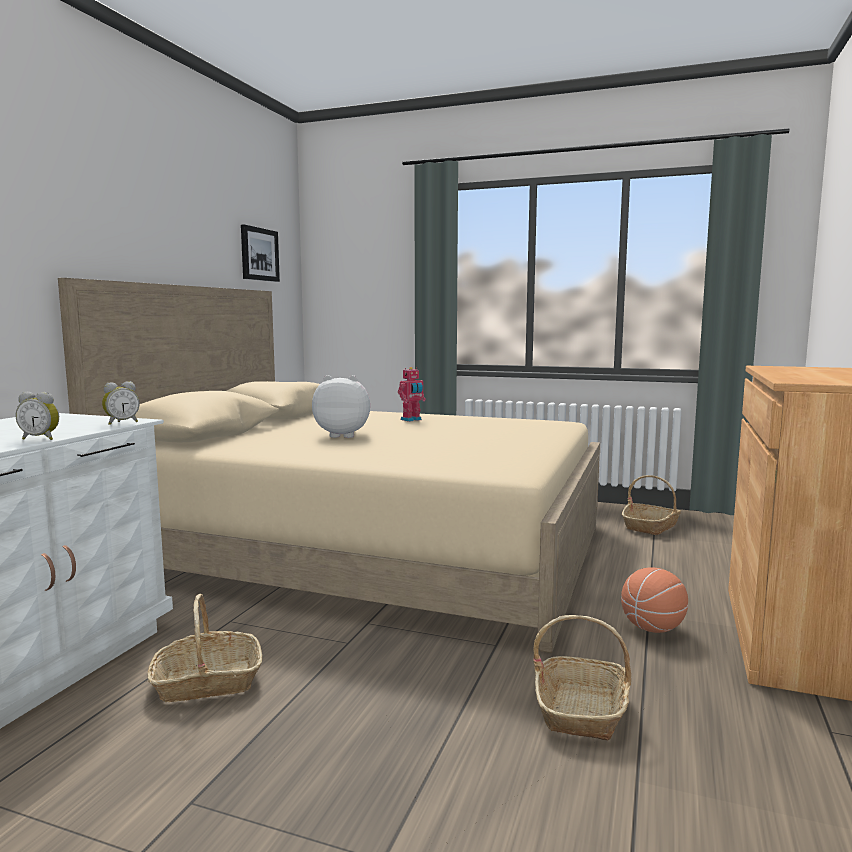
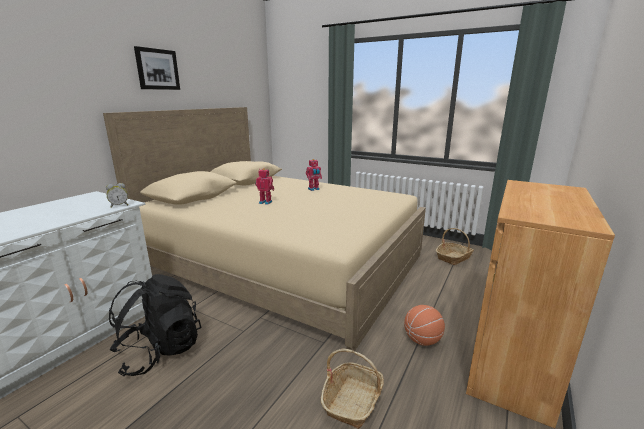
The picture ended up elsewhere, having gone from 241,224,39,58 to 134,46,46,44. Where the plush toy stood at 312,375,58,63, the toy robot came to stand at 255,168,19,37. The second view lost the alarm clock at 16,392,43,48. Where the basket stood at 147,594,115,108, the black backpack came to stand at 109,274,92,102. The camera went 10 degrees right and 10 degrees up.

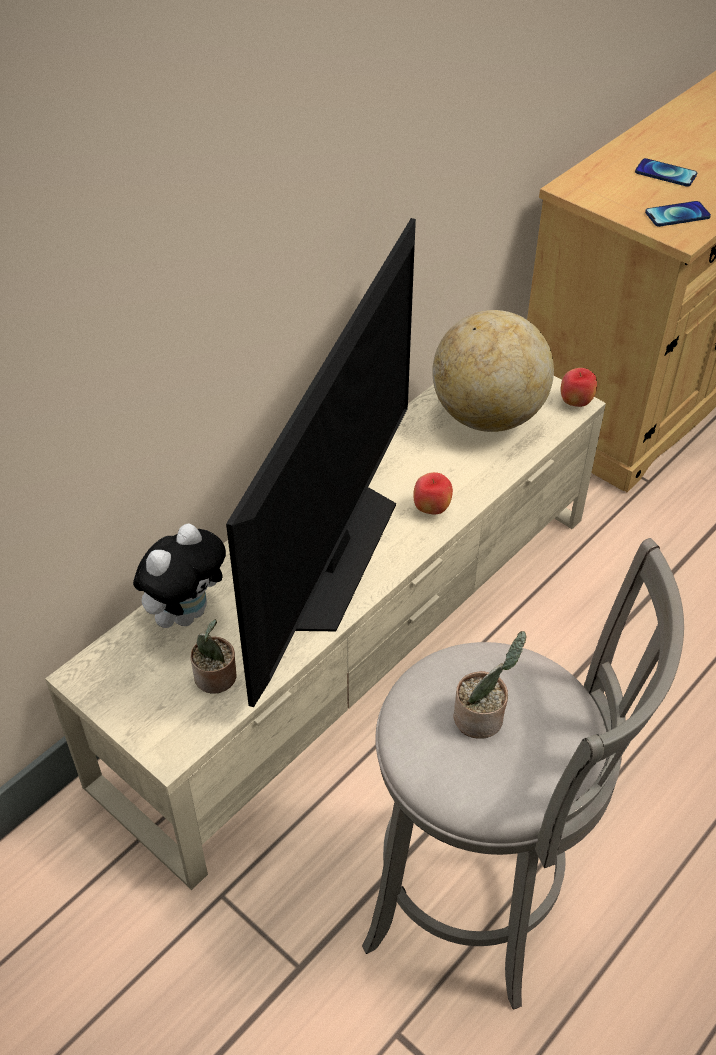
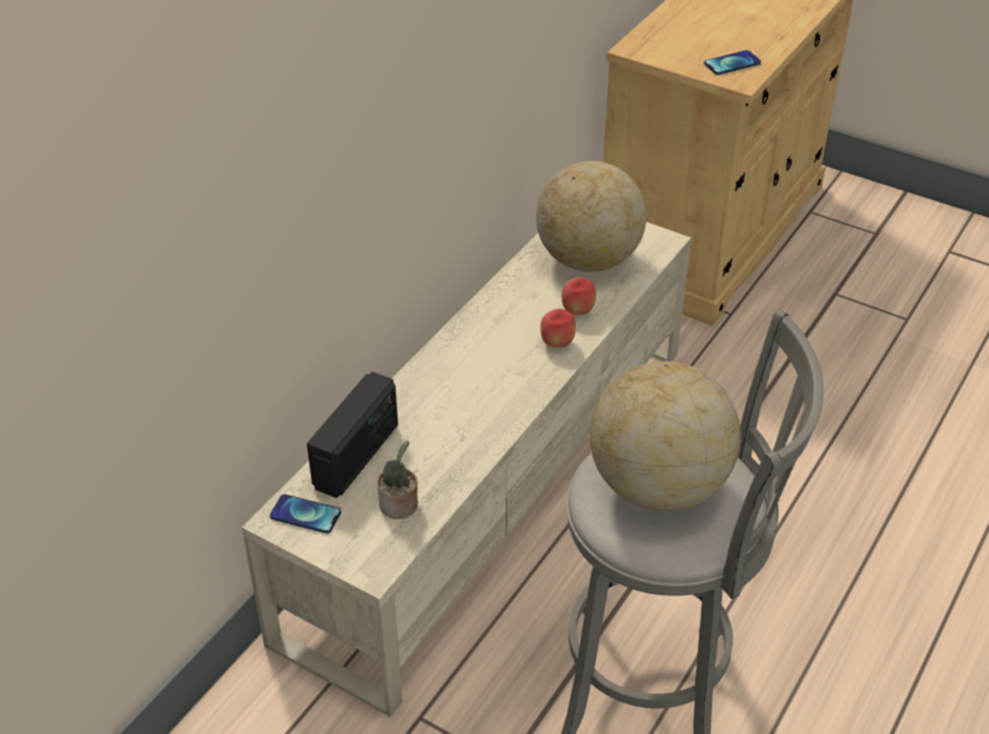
The phone ended up elsewhere, having gone from 635,158,62,29 to 270,494,71,39. The second view lost the television at 226,218,190,489. The apple ended up elsewhere, having gone from 561,368,36,39 to 562,277,34,38. Where the plush toy stood at 133,523,93,105, the radio came to stand at 307,372,91,126. Where the potted plant stood at 454,631,72,108, the globe came to stand at 589,361,152,150. The camera went 10 degrees left and 5 degrees down.

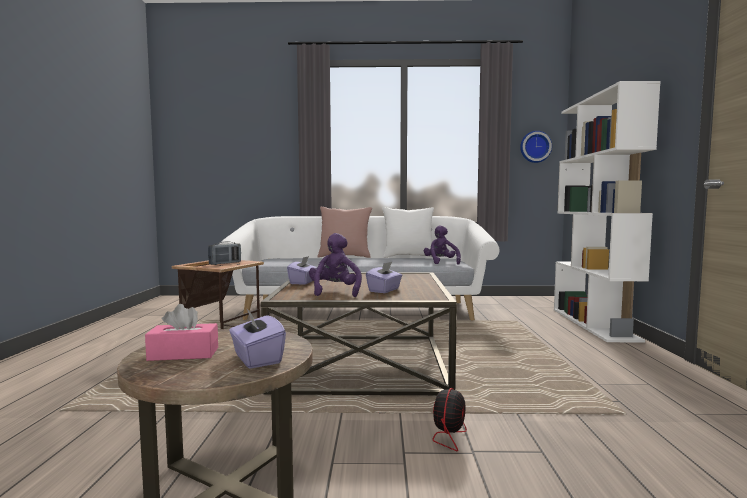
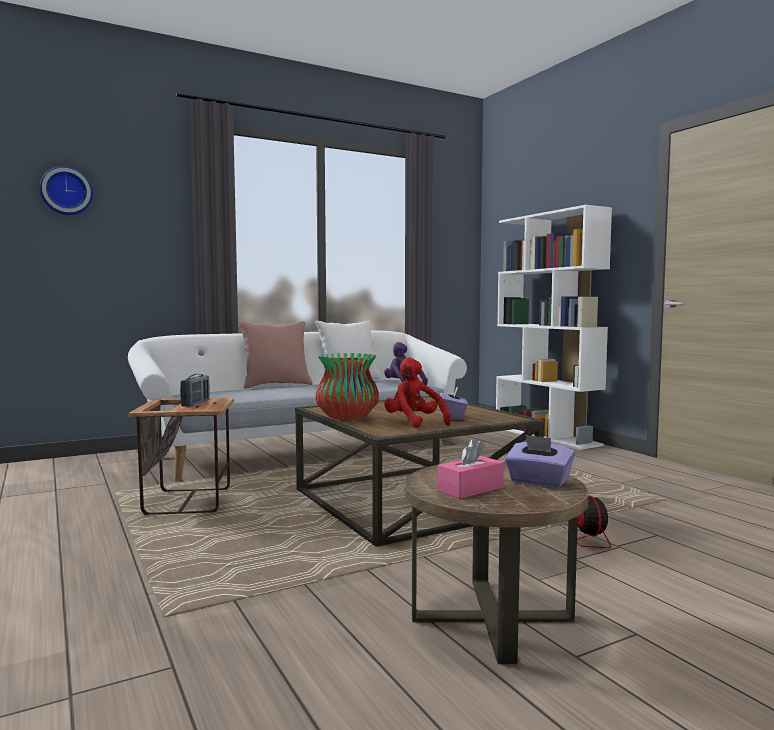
The wall clock ended up elsewhere, having gone from 520,131,32,32 to 39,166,54,49. What was the purple plush toy at 309,233,53,64 turned into the red plush toy at 384,357,67,71. Where the purple tissue box stood at 287,256,30,29, the vase came to stand at 316,353,63,66. The camera went 30 degrees left and 0 degrees up.

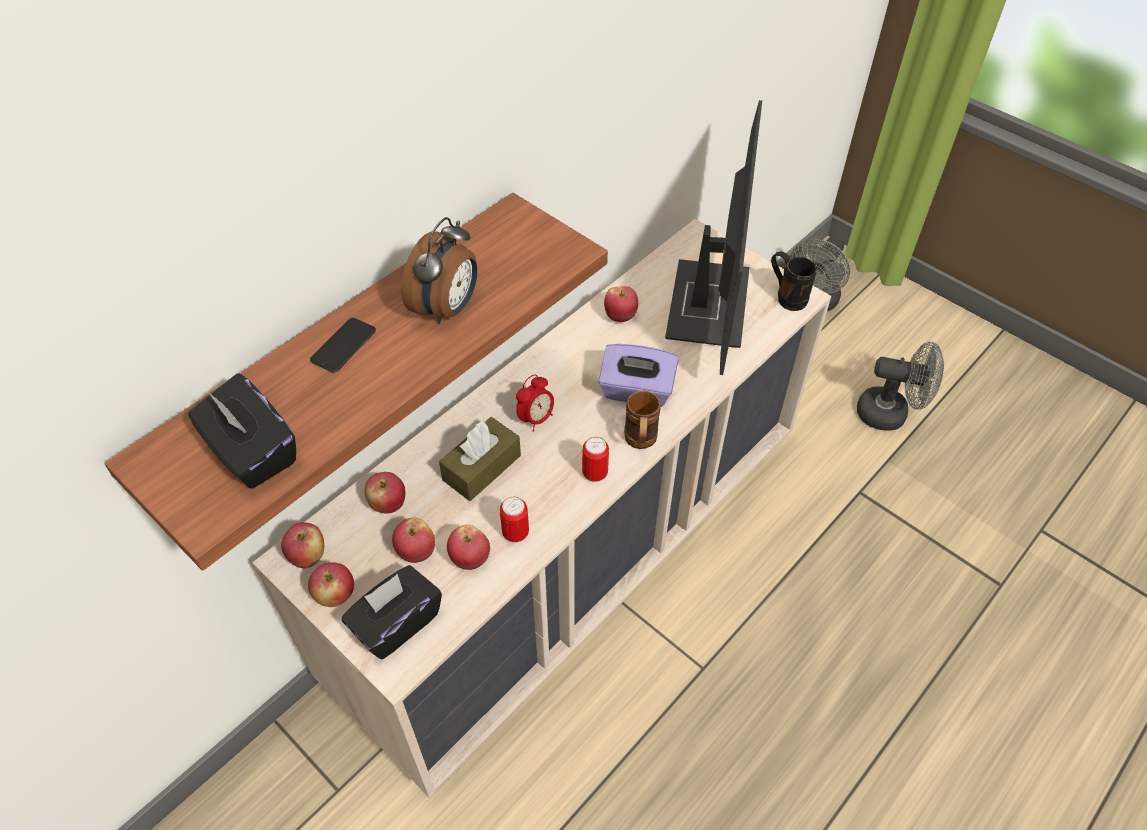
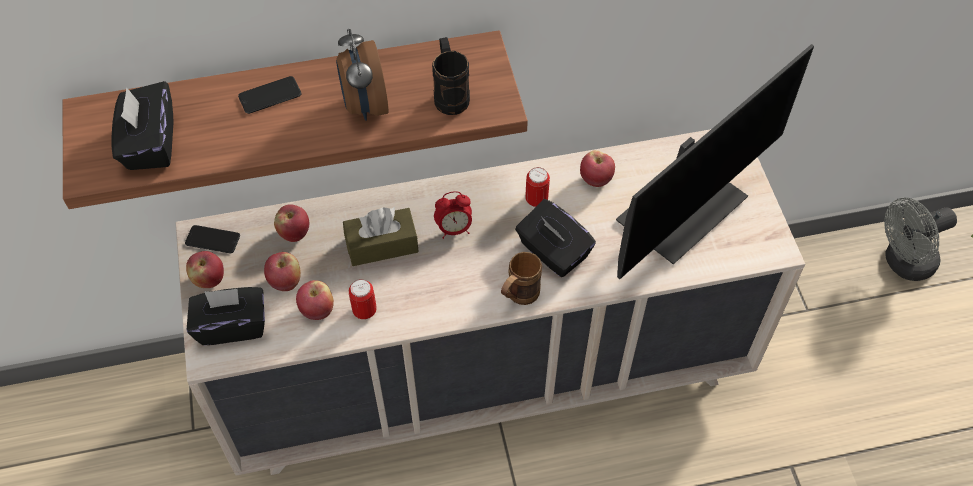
The alarm clock at 401,217,76,107 ended up facing another way, 105 degrees clockwise from before. The black mug ended up elsewhere, having gone from 771,251,45,60 to 432,37,38,78. The second view lost the grey fan at 857,342,87,89. What was the purple tissue box at 599,344,79,63 turned into the black tissue box at 515,199,81,78. The can ended up elsewhere, having gone from 582,437,27,45 to 525,167,25,40. Where the apple stood at 281,522,43,46, the phone came to stand at 185,225,55,28. The camera went 35 degrees right and 5 degrees up.

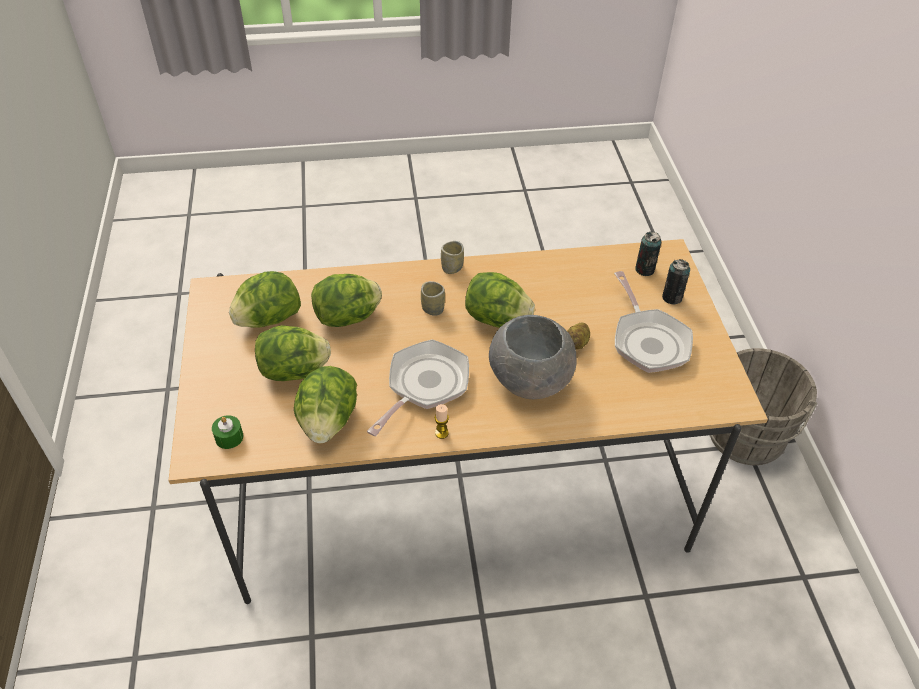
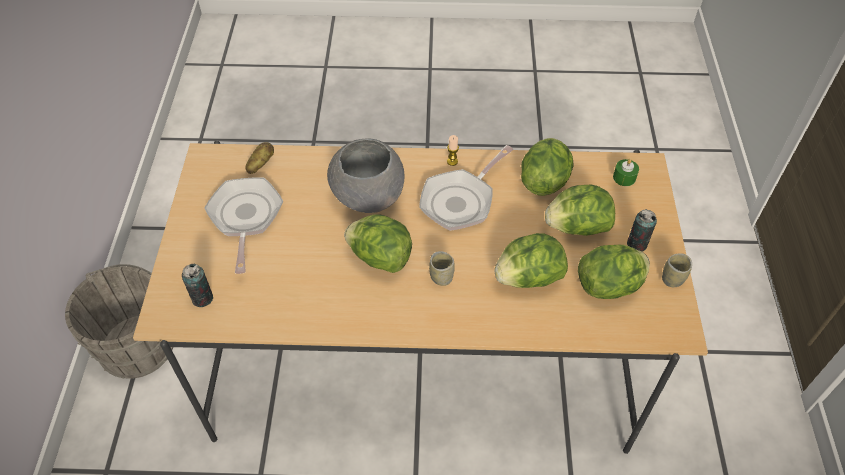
The cup ended up elsewhere, having gone from 441,241,23,33 to 662,253,30,34. The can ended up elsewhere, having gone from 662,259,28,46 to 627,209,30,43. The potato ended up elsewhere, having gone from 567,323,23,27 to 245,142,29,32. The camera went 170 degrees left and 5 degrees up.

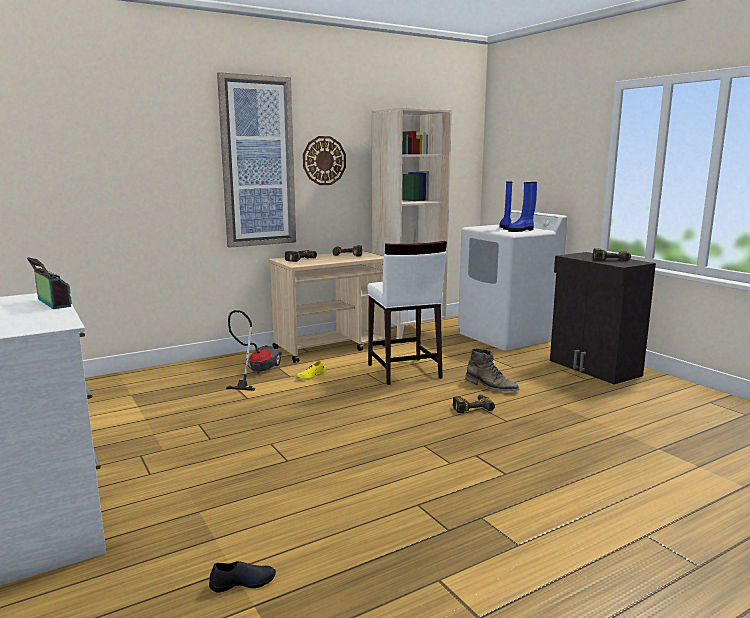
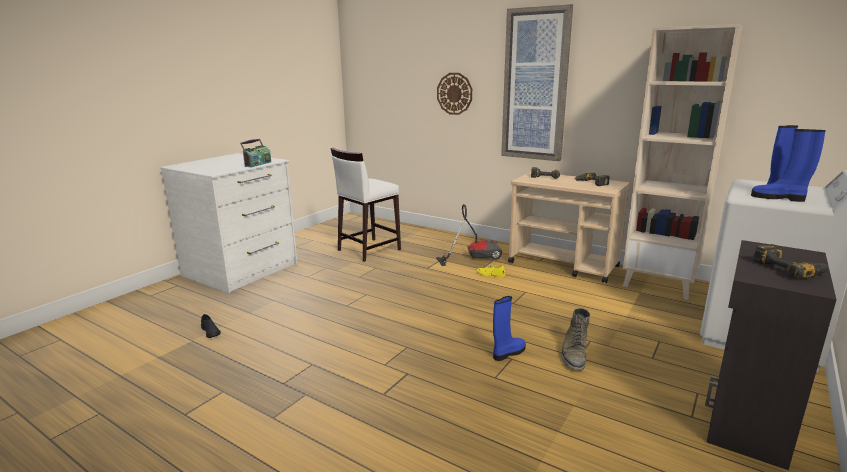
The wall clock ended up elsewhere, having gone from 303,136,43,49 to 437,73,35,42. The white stool ended up elsewhere, having gone from 367,241,80,144 to 330,148,71,114. Where the power drill stood at 453,395,42,18, the blue boot came to stand at 493,296,33,65. The camera went 65 degrees right and 5 degrees up.

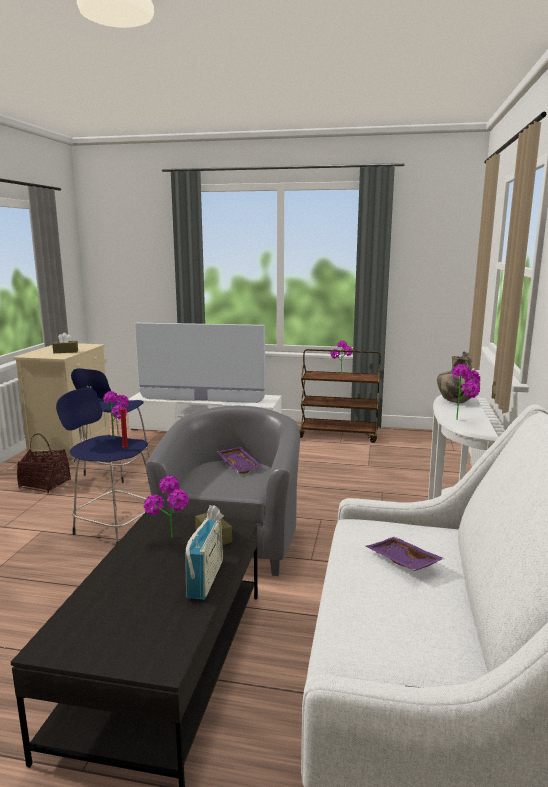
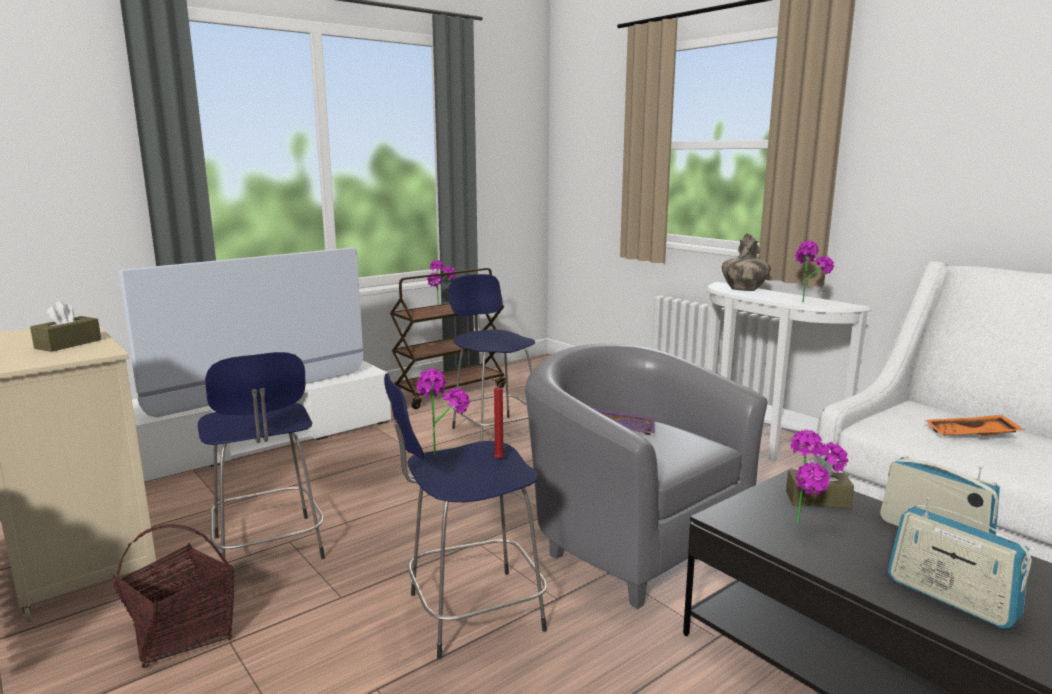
What was the purple tray at 366,537,79,34 turned into the orange tray at 925,415,99,21. The second view gained the blue stool at 448,274,87,167. The second view gained the radio at 887,497,145,132. The camera went 50 degrees left and 0 degrees up.

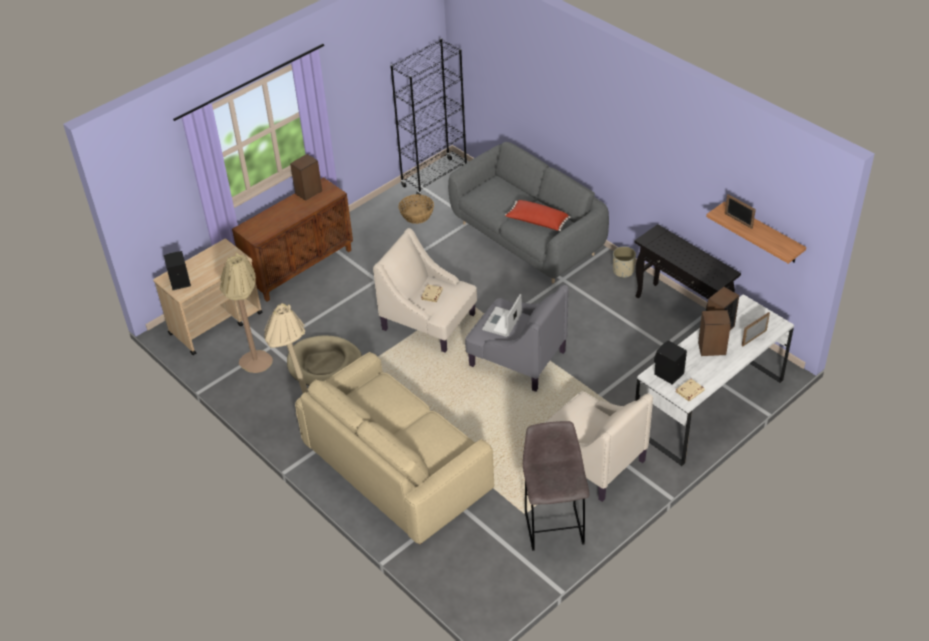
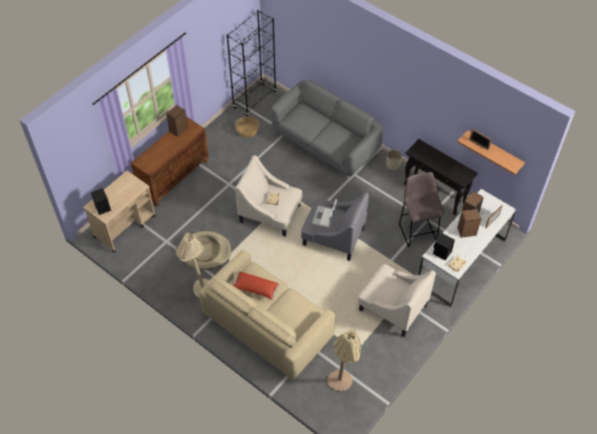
The red pillow ended up elsewhere, having gone from 505,200,65,31 to 232,271,48,29. The beige floor lamp ended up elsewhere, having gone from 220,253,53,120 to 327,330,34,61. The grey stool ended up elsewhere, having gone from 523,421,66,130 to 399,172,46,75. The camera went 10 degrees left and 10 degrees up.

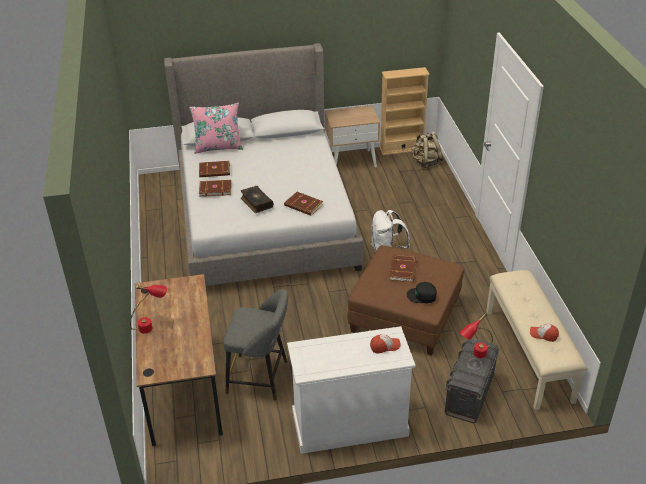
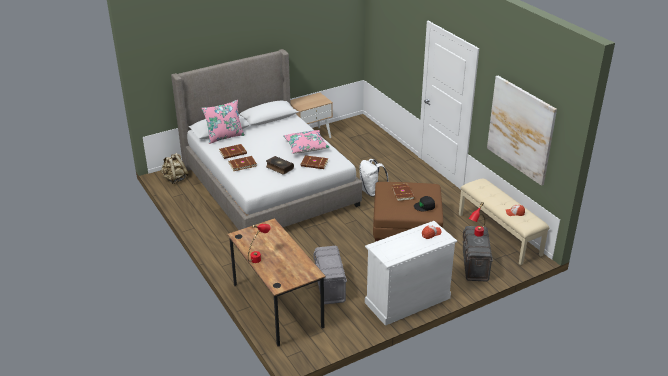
The second view lost the beige bookcase at 379,67,51,88. The beige backpack ended up elsewhere, having gone from 412,131,31,37 to 161,153,28,31. Where the grey stool stood at 223,289,65,111, the grey storage box came to stand at 314,246,33,59. The second view gained the picture at 487,76,70,110. The second view gained the pink pillow at 283,130,47,24. The camera went 20 degrees left and 5 degrees down.

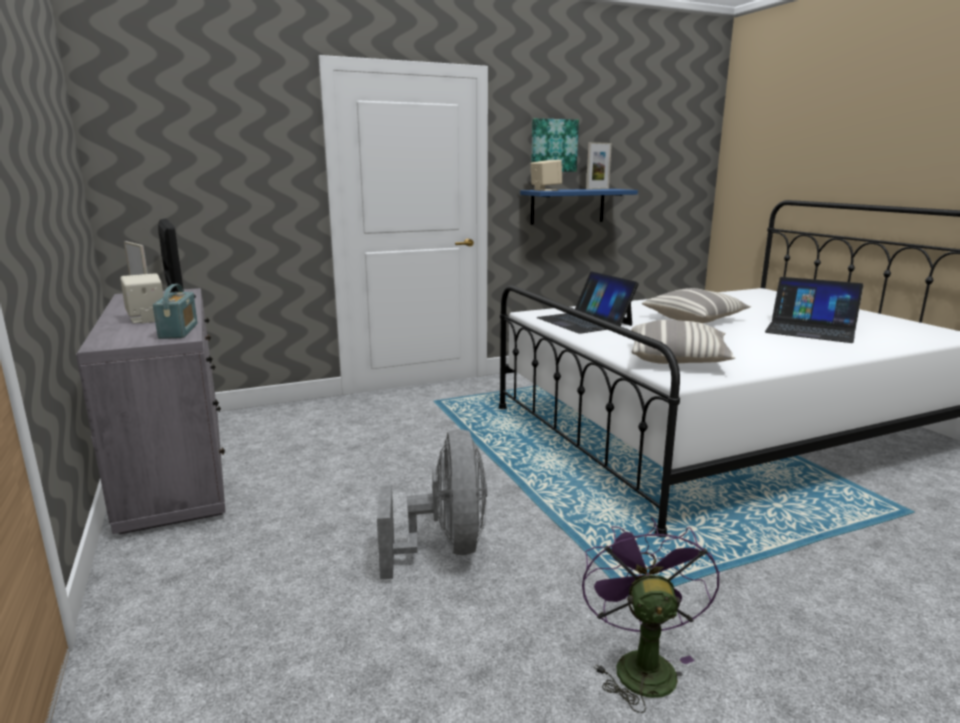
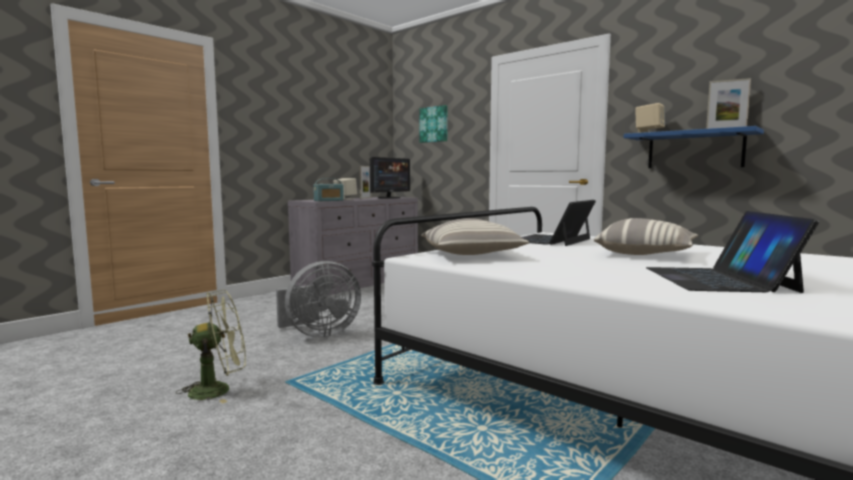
The picture ended up elsewhere, having gone from 531,118,48,54 to 419,105,29,38. What was the purple fan at 582,517,138,196 turned into the green fan at 176,290,70,114. The camera went 65 degrees right and 10 degrees down.

